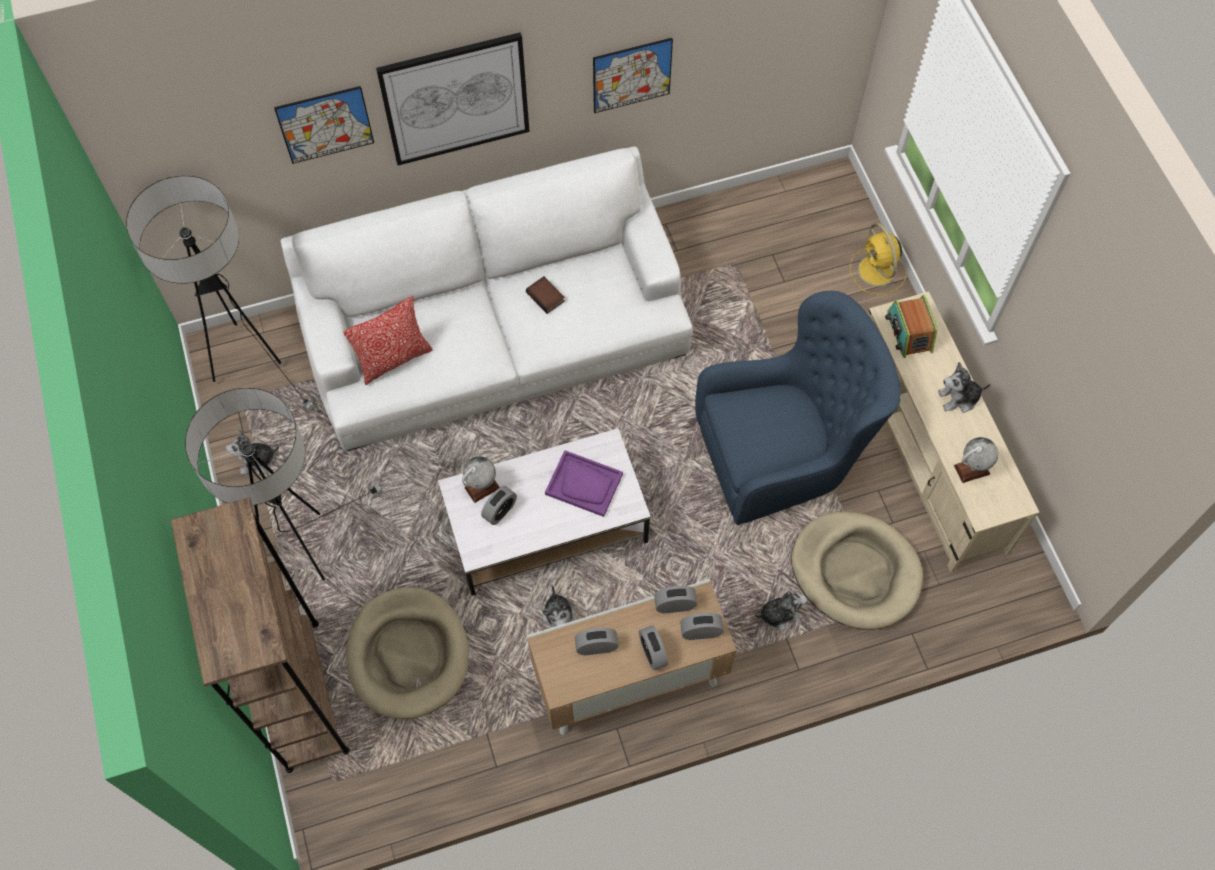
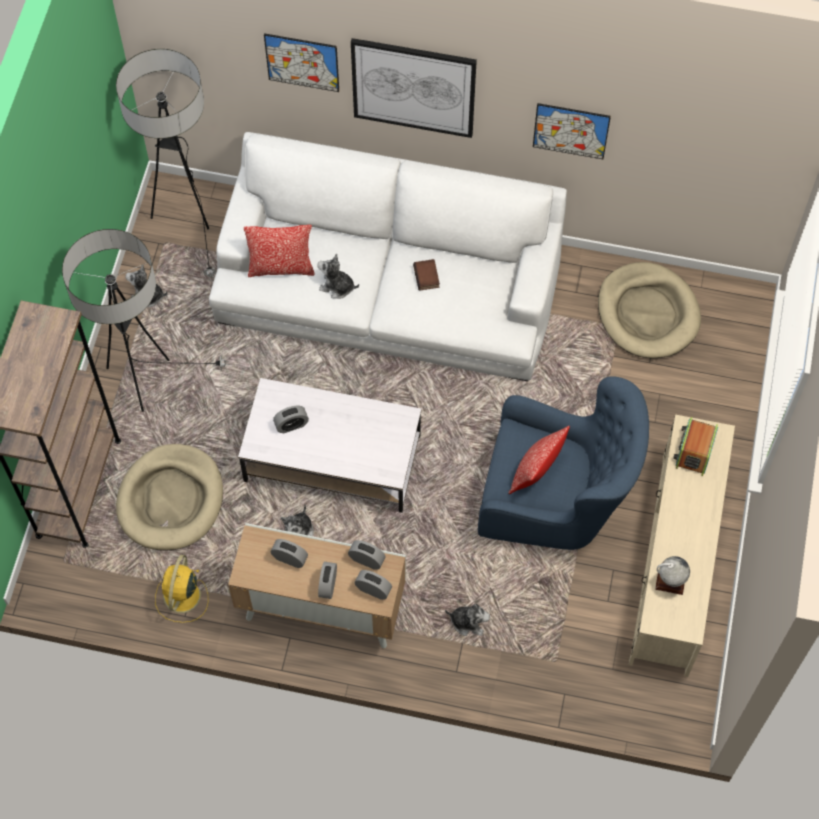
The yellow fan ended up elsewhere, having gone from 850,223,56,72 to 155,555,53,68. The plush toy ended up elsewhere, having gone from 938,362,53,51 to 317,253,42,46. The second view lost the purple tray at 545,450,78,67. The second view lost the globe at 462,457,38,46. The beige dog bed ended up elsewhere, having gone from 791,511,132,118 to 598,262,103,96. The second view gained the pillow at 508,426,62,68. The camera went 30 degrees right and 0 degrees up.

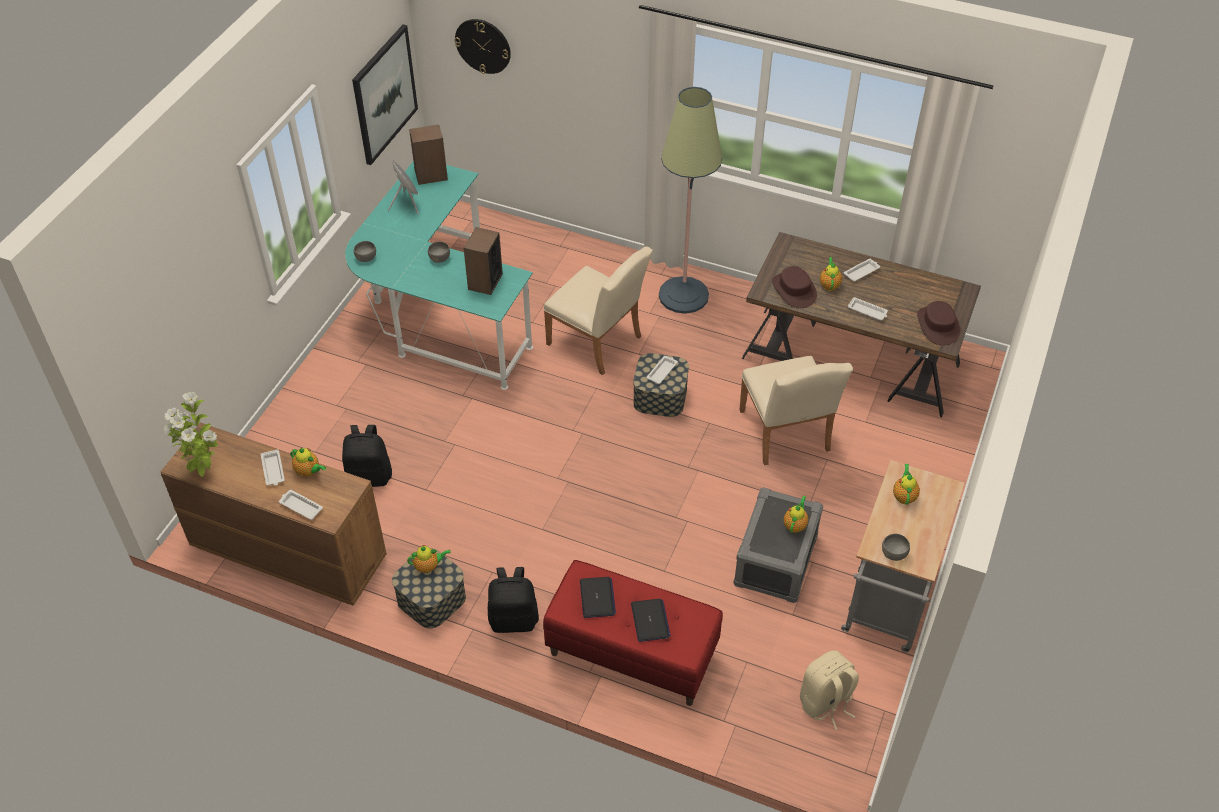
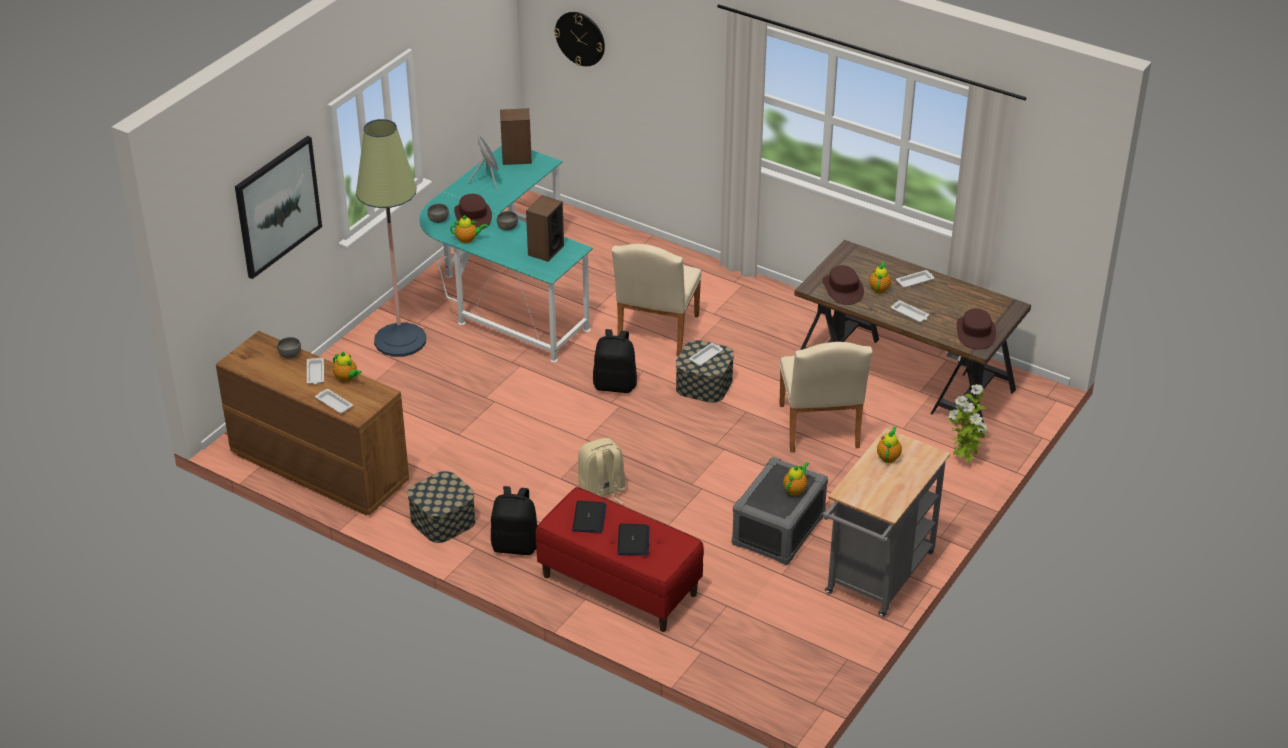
The picture ended up elsewhere, having gone from 352,24,66,141 to 235,136,87,143. The floor lamp ended up elsewhere, having gone from 659,87,63,227 to 356,119,70,238. The beige chair at 544,247,109,128 ended up facing another way, 60 degrees clockwise from before. The potted plant ended up elsewhere, having gone from 163,392,55,85 to 948,384,39,79. The black backpack ended up elsewhere, having gone from 342,425,50,62 to 593,329,44,64. The grey bowl ended up elsewhere, having gone from 882,534,28,27 to 277,337,24,22. The teapot ended up elsewhere, having gone from 407,545,44,28 to 450,215,38,28. The beige backpack ended up elsewhere, having gone from 800,650,59,80 to 578,438,48,66. The second view gained the brown hat at 454,194,38,35. The camera went 10 degrees right and 10 degrees down.

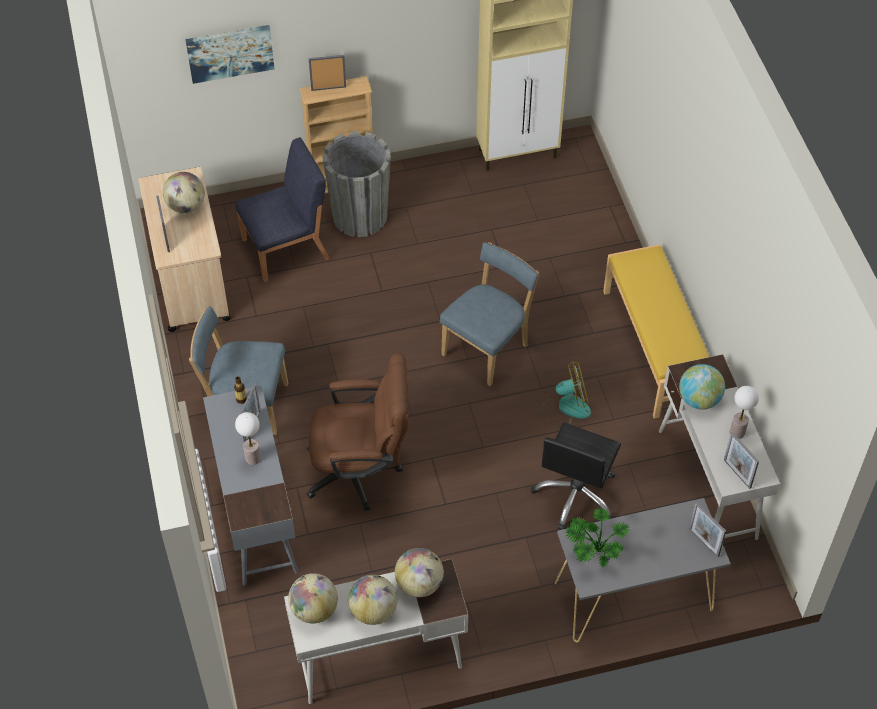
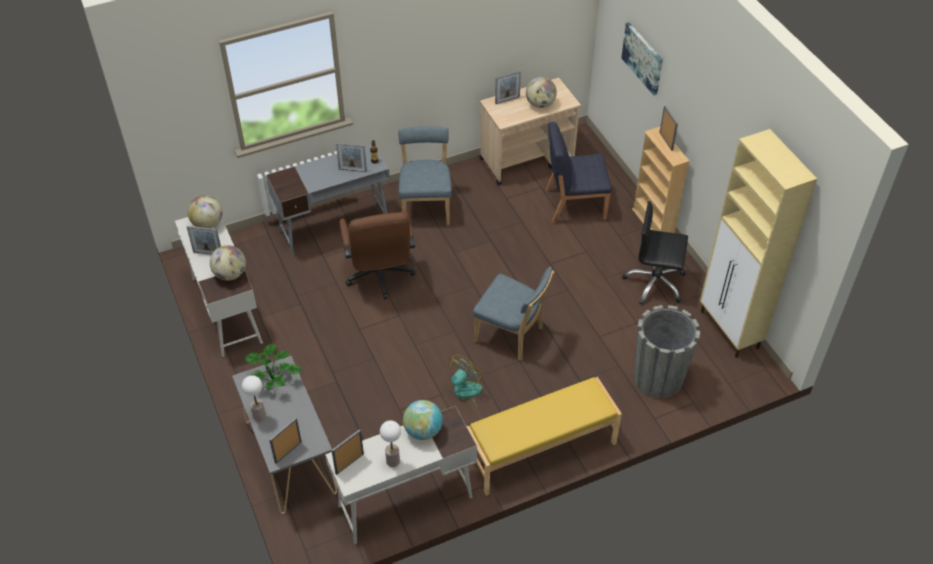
The grey planter ended up elsewhere, having gone from 322,131,69,106 to 633,305,67,94. The blue chair at 236,137,94,145 ended up facing another way, 120 degrees clockwise from before. The fan at 542,361,49,70 ended up facing another way, 120 degrees counterclockwise from before. The table lamp ended up elsewhere, having gone from 235,412,26,53 to 242,375,24,46. The black office chair ended up elsewhere, having gone from 531,423,90,107 to 622,201,66,104. Where the globe stood at 348,575,49,50, the picture frame came to stand at 187,226,34,29. The camera went 80 degrees right and 5 degrees down.

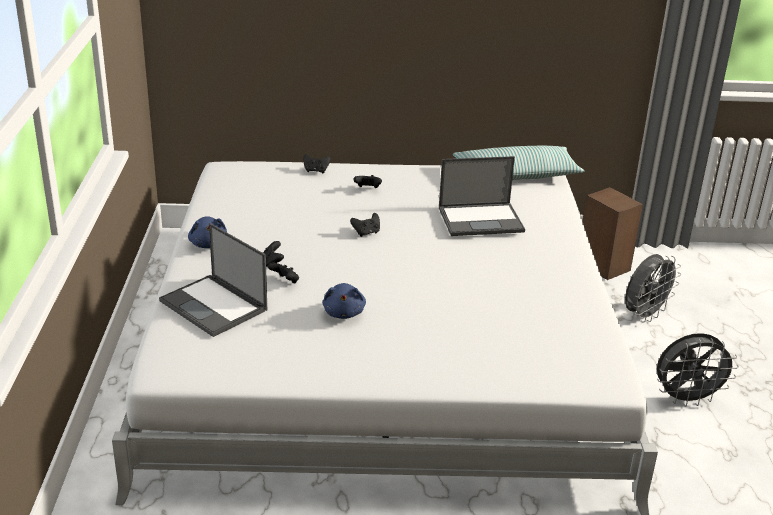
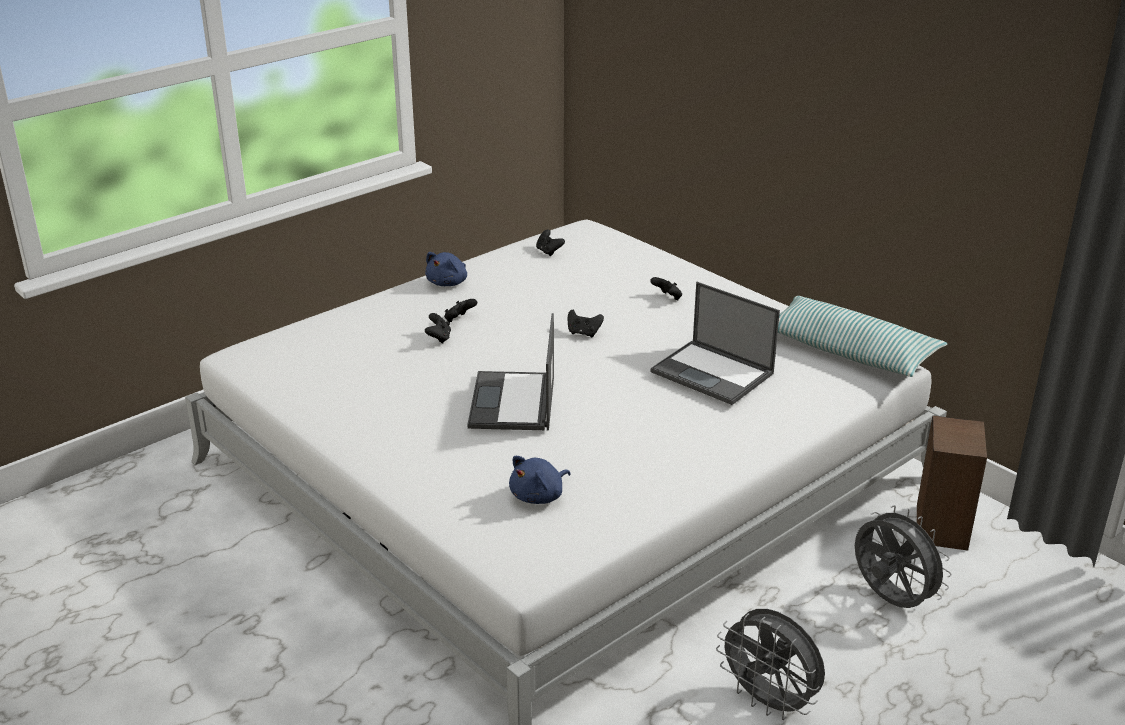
The black game controller ended up elsewhere, having gone from 303,154,28,20 to 536,229,29,27. The laptop ended up elsewhere, having gone from 159,223,108,114 to 467,313,87,117. The grey fan at 625,254,56,69 ended up facing another way, 135 degrees counterclockwise from before. The blue plush toy ended up elsewhere, having gone from 323,283,43,36 to 509,456,62,48. The camera went 50 degrees right and 0 degrees up.

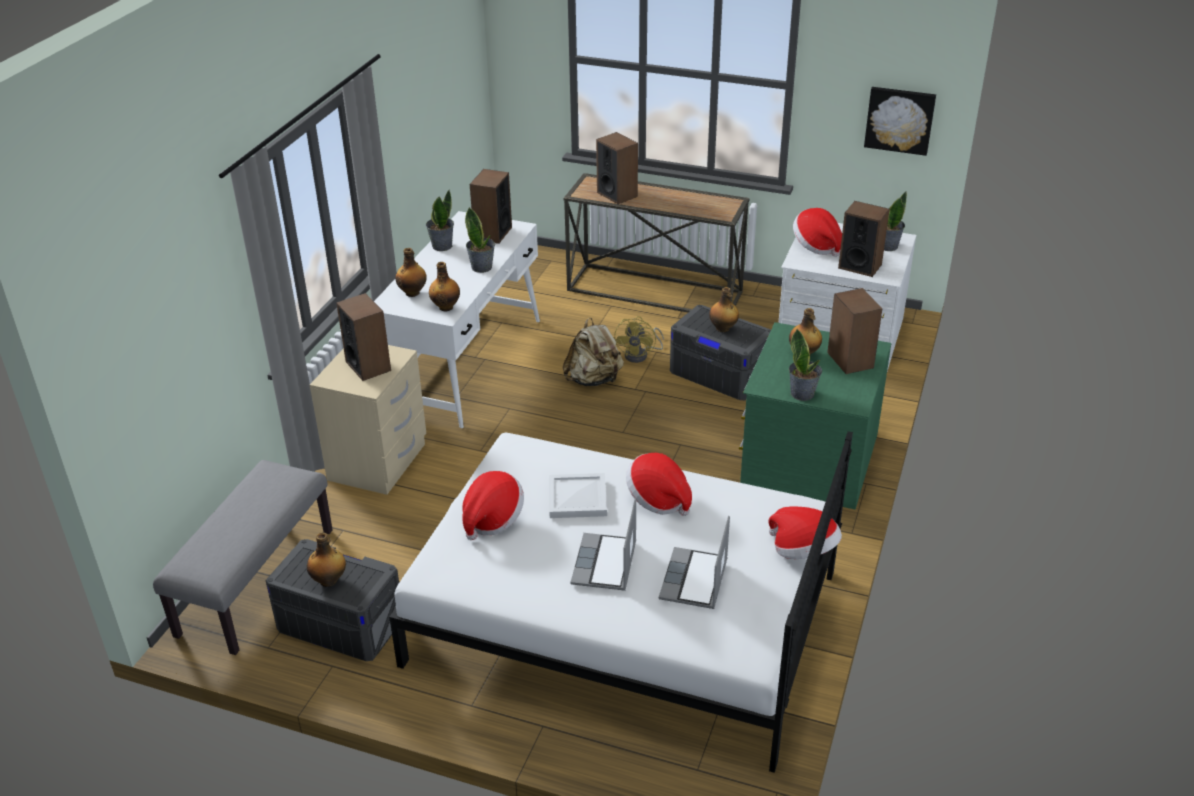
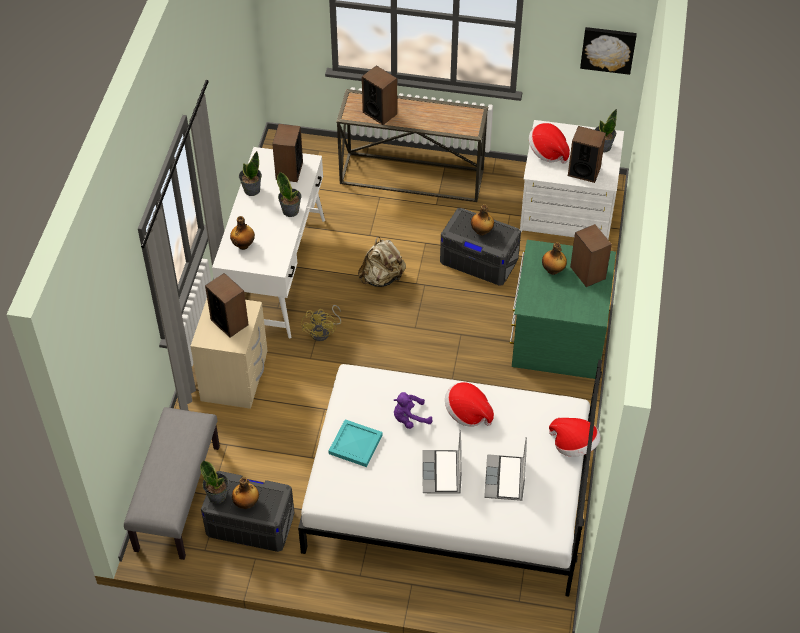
The second view lost the bottle at 429,262,31,50. The yellow fan ended up elsewhere, having gone from 614,316,50,47 to 301,305,40,36. The potted plant ended up elsewhere, having gone from 789,329,33,72 to 200,460,29,44. Where the hat stood at 462,471,62,69, the turquoise tray came to stand at 328,419,54,48. Where the white tray stood at 549,473,58,45, the purple plush toy came to stand at 394,392,39,37. The camera went 10 degrees left and 15 degrees up.

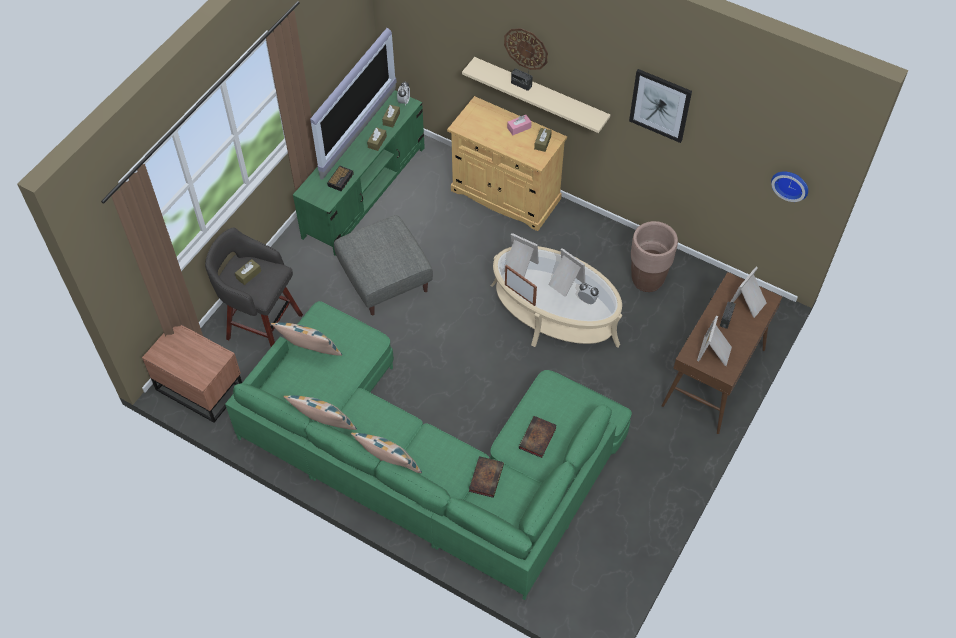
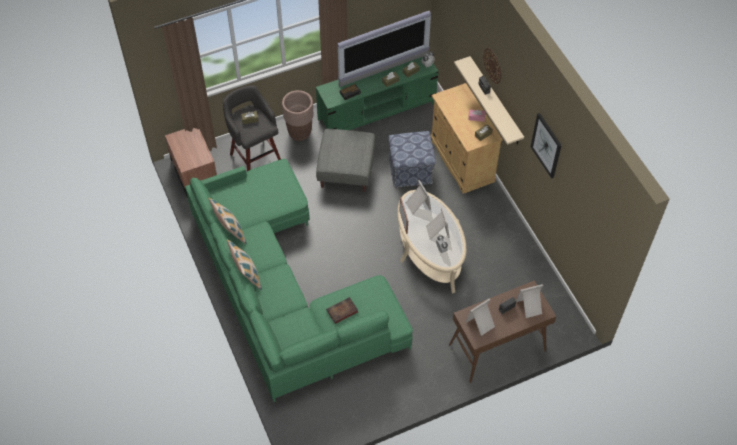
The second view lost the wall clock at 771,172,37,30. The brown planter ended up elsewhere, having gone from 631,221,47,71 to 282,90,31,51. The second view lost the pillow at 271,323,71,33. The second view lost the book at 469,456,35,42. The second view gained the ottoman at 389,131,47,57. The camera went 35 degrees right and 0 degrees up.

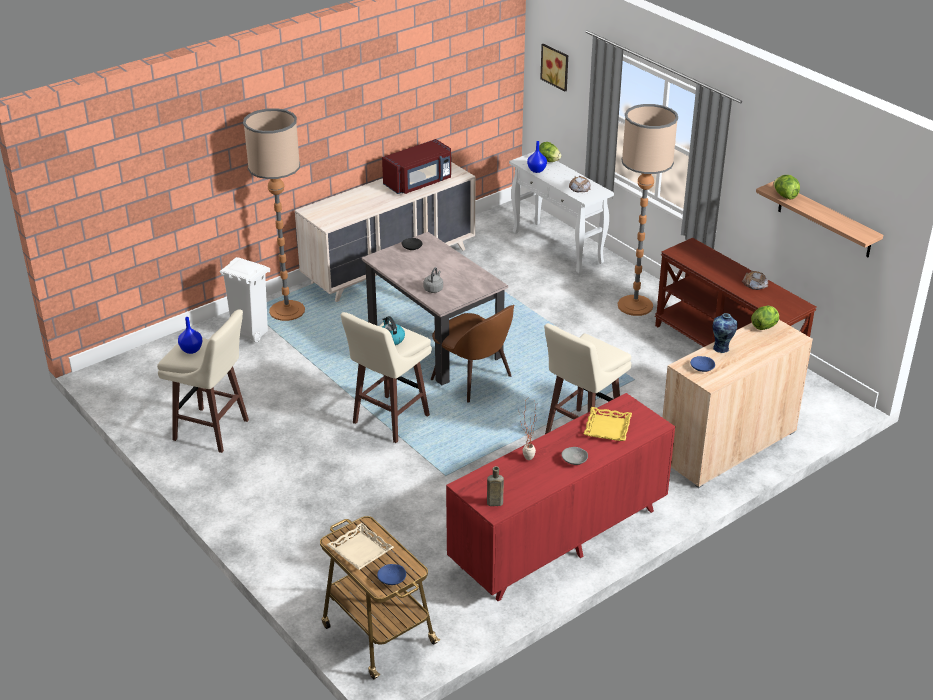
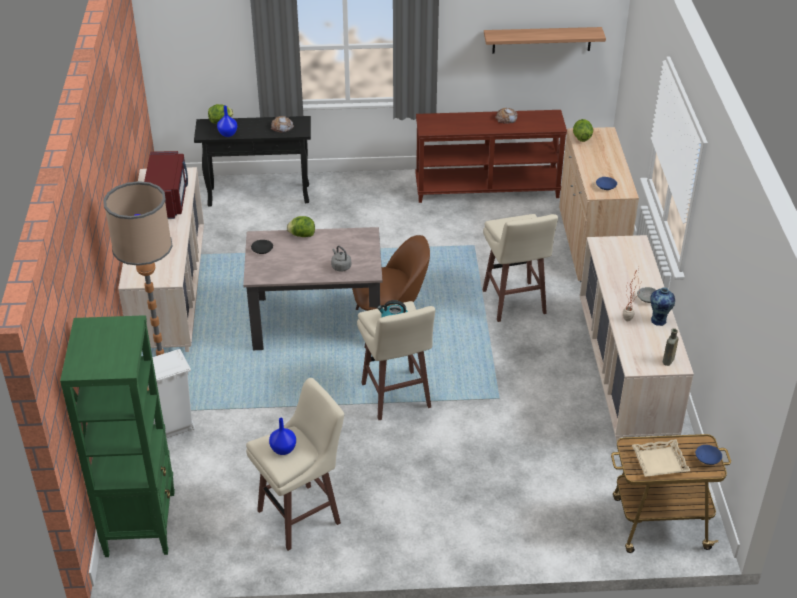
The second view lost the picture at 540,44,28,47. The second view lost the floor lamp at 618,104,60,212. What was the white console table at 509,152,105,122 turned into the black console table at 194,116,117,90. The lettuce ended up elsewhere, having gone from 774,175,26,25 to 287,216,28,21. The vase ended up elsewhere, having gone from 712,313,26,40 to 651,288,24,38. What was the red dresser at 446,393,229,208 turned into the beige dresser at 580,235,114,207. The second view lost the yellow tray at 584,407,48,34. The second view gained the green bookcase at 60,315,115,242. The camera went 55 degrees left and 5 degrees up.

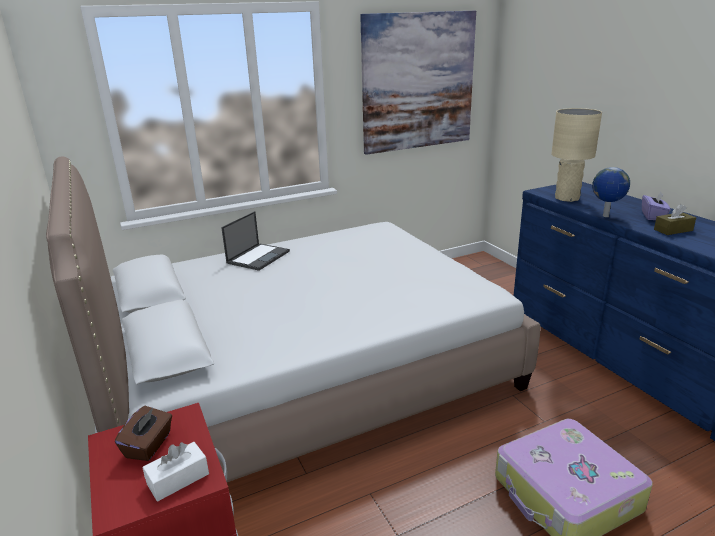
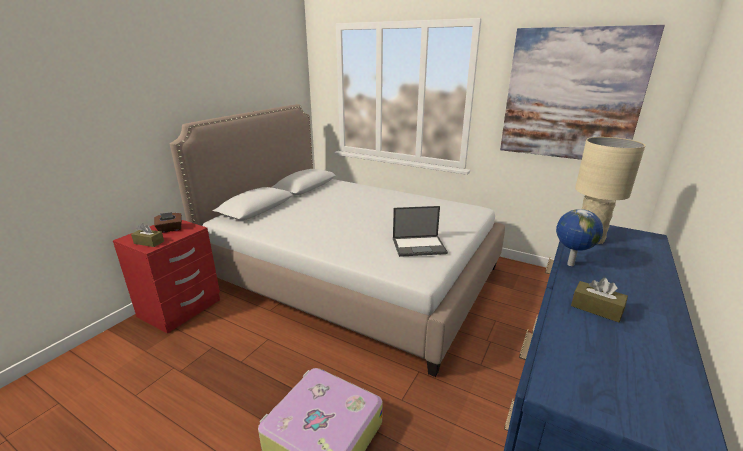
The second view lost the purple tissue box at 642,192,28,28. The laptop ended up elsewhere, having gone from 221,211,69,60 to 393,206,55,51. What was the white tissue box at 142,442,67,60 turned into the brown tissue box at 131,223,33,24. The camera went 55 degrees right and 0 degrees up.

